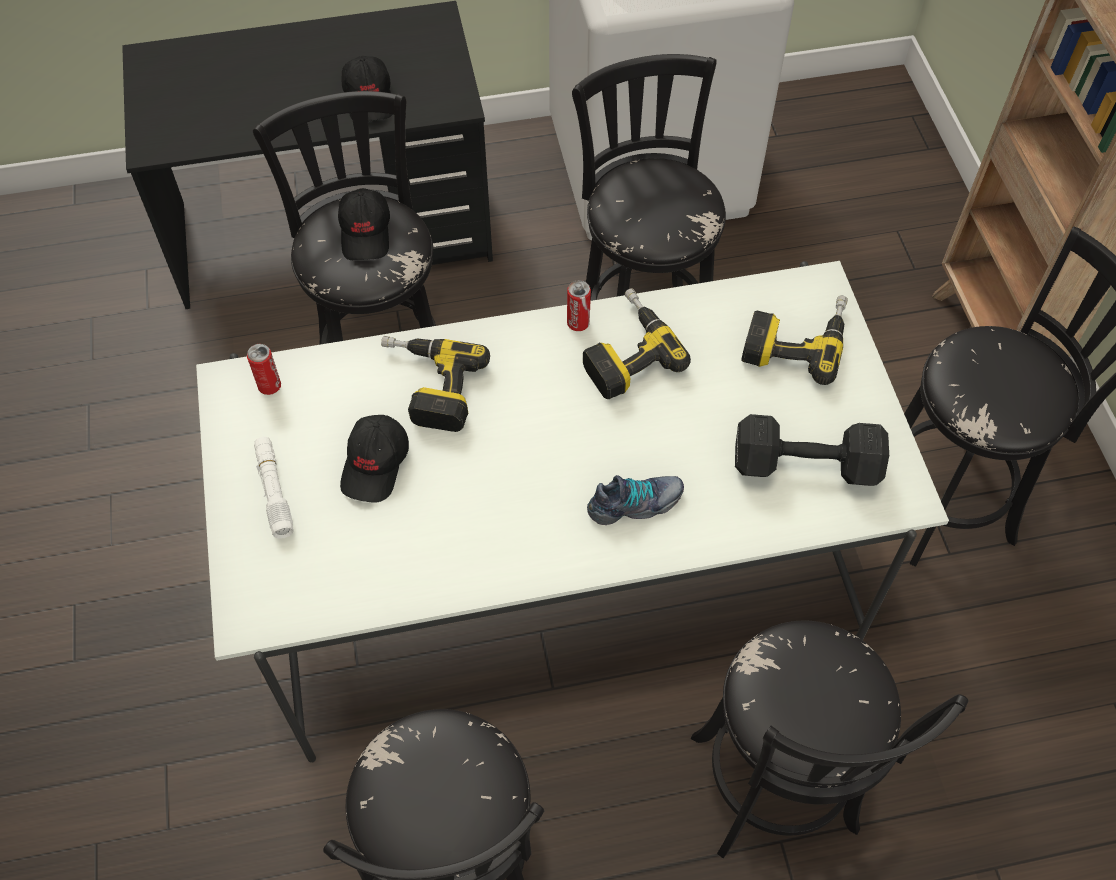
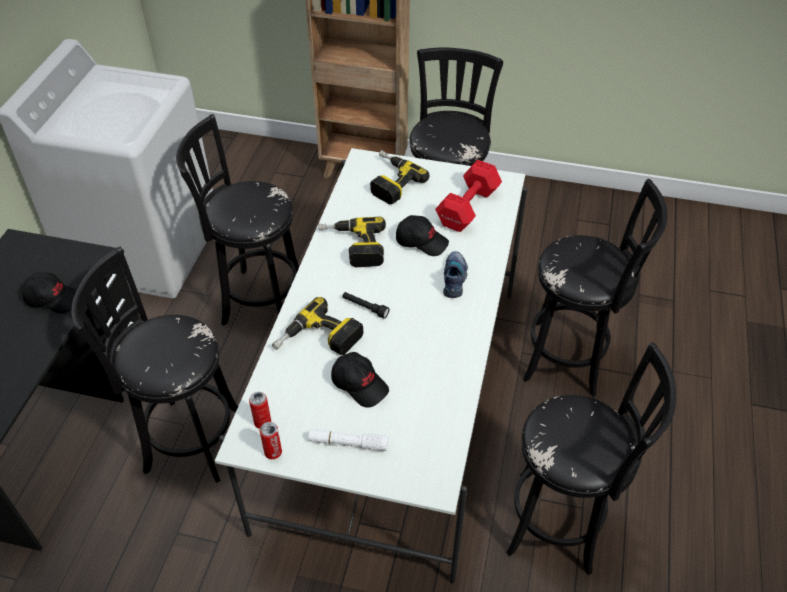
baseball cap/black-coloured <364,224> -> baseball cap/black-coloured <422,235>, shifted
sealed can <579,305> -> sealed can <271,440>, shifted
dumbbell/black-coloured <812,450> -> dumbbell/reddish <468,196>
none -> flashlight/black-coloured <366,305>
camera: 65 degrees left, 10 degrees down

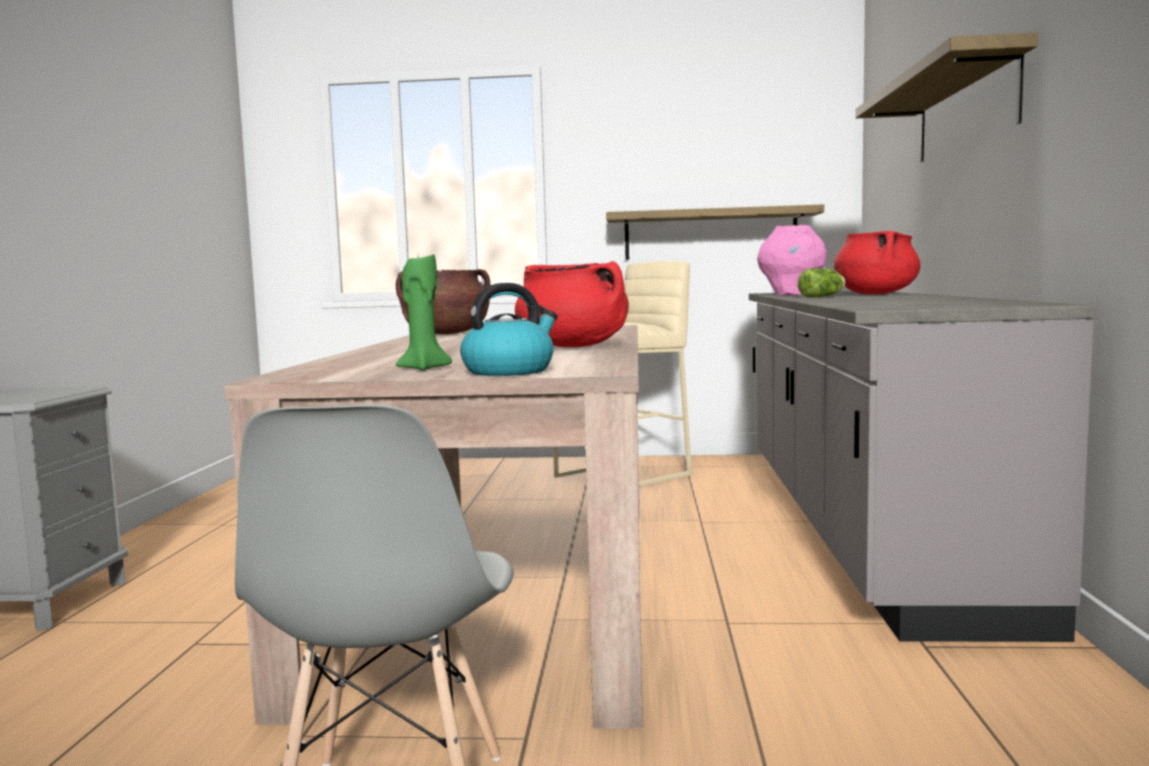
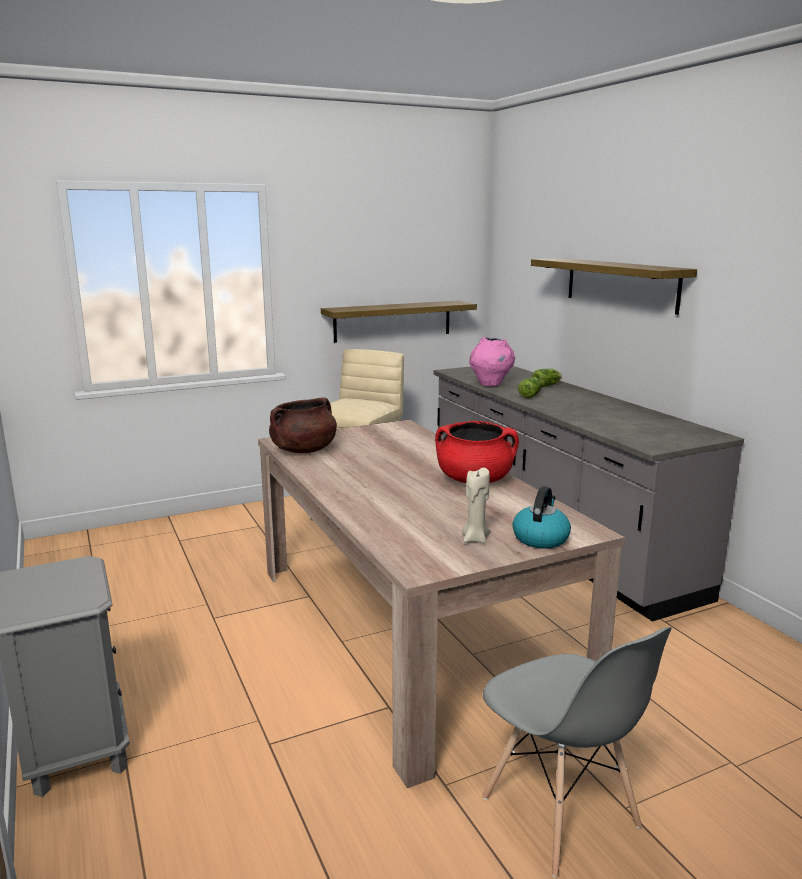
stockpot/reddish <877,262> -> head of lettuce <547,378>
candle/green <424,312> -> candle/beige <476,505>
camera: 30 degrees left, 10 degrees up

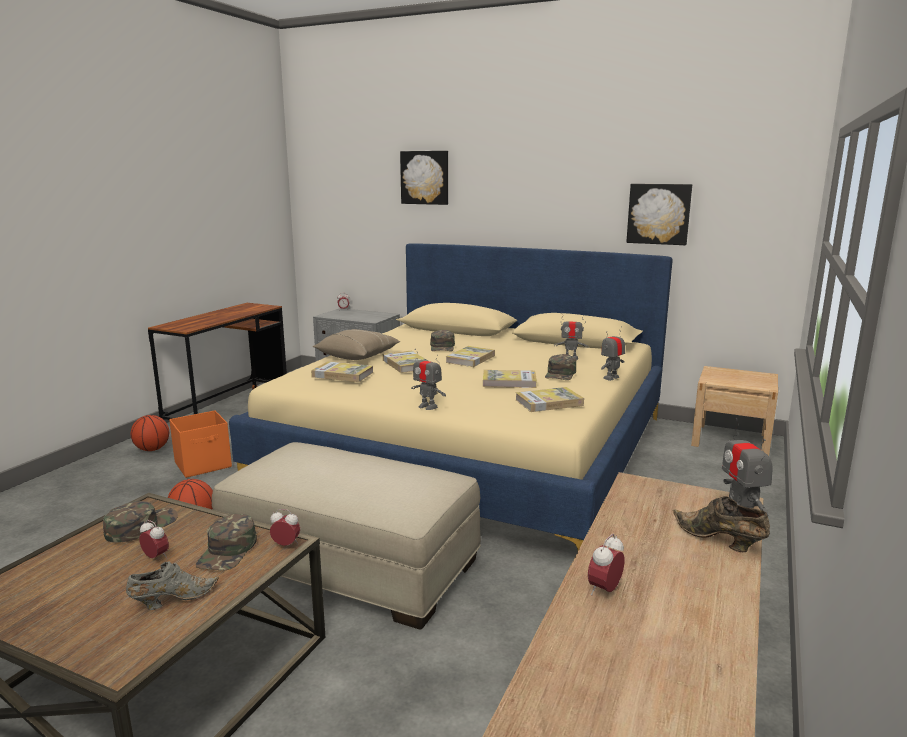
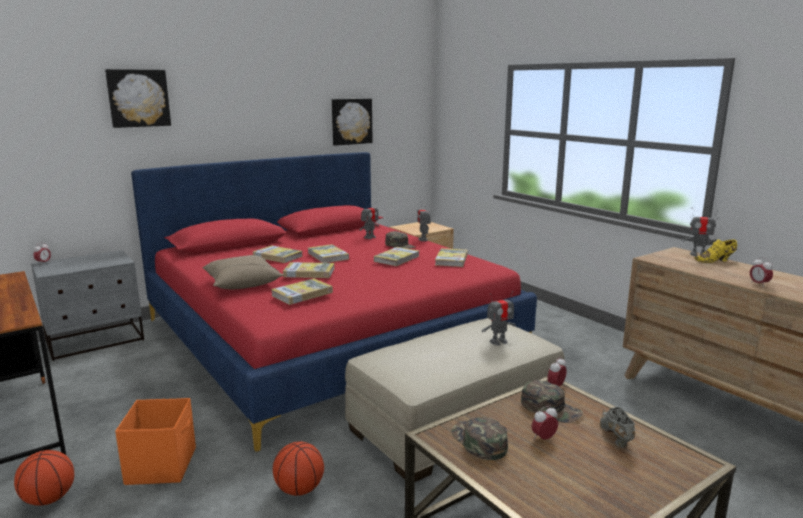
sleeping bed/beige <451,396> -> sleeping bed/reddish <334,302>
baseball cap/green <442,340> -> volume <278,254>
toy robot <428,379> -> toy robot <499,318>, shifted
item of footwear/brown <721,524> -> item of footwear/yellowish <715,251>
camera: 60 degrees left, 0 degrees up

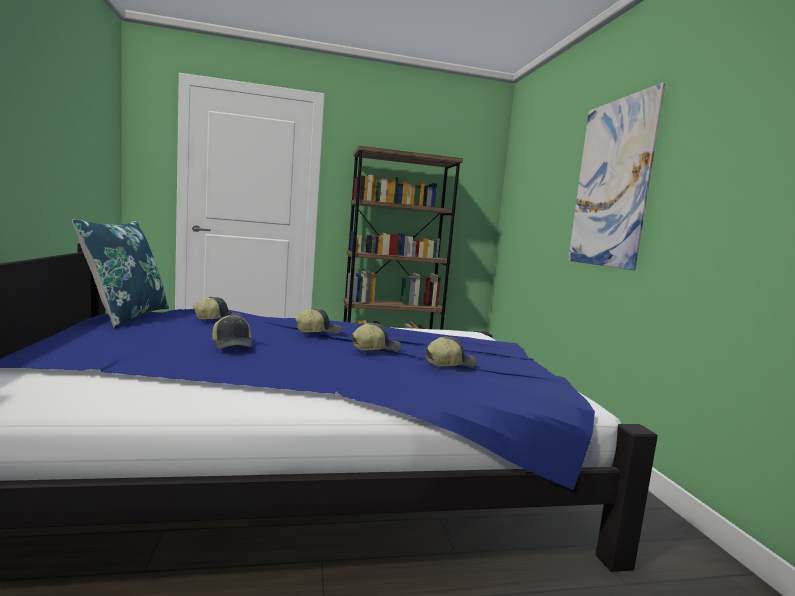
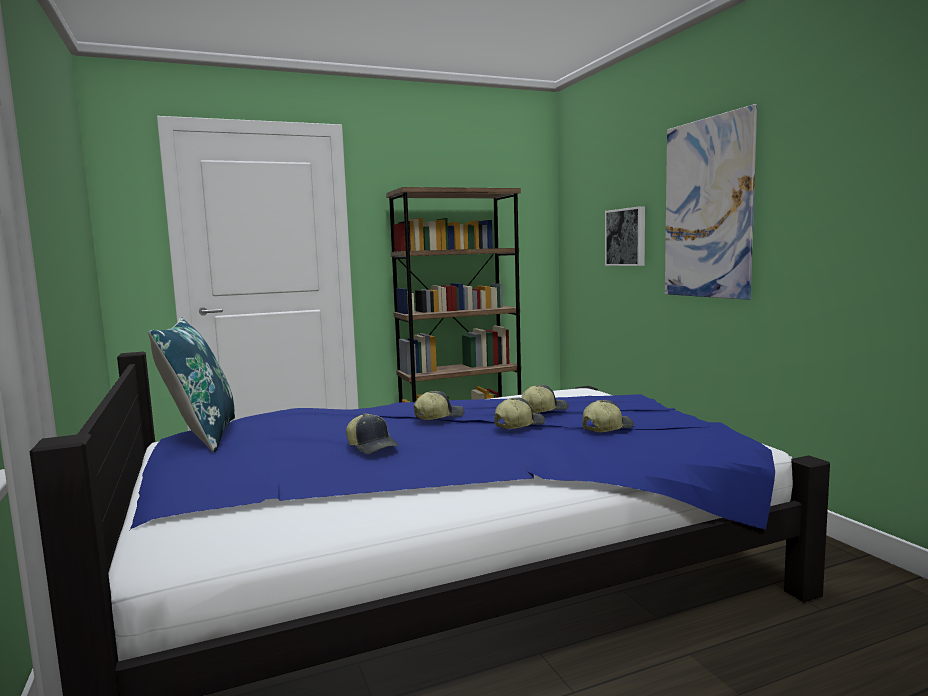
baseball cap <217,307> -> baseball cap <545,399>, shifted
none -> picture <625,236>
camera: 10 degrees left, 0 degrees up

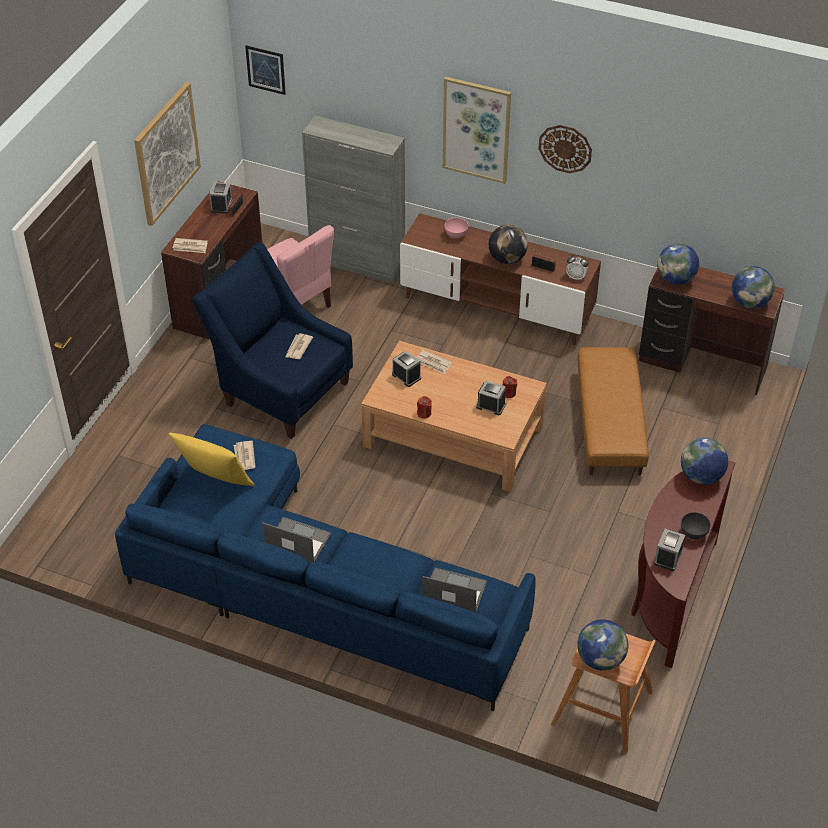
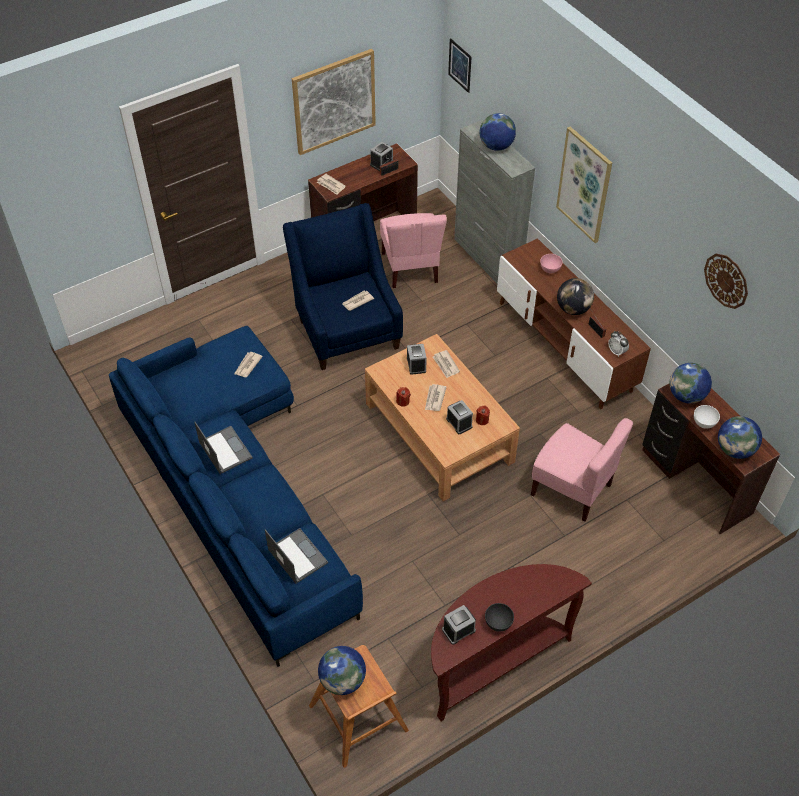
clock on the wall <565,149> -> clock on the wall <726,281>, shifted
ottoman/brown <613,411> -> chair/pink-coloured <582,470>
pillow/yellowish <211,459> -> none
desk globe <704,461> -> desk globe <498,132>, shifted
none -> daily paper <436,397>
none -> bowl/whitish <707,417>
camera: 35 degrees right, 5 degrees up

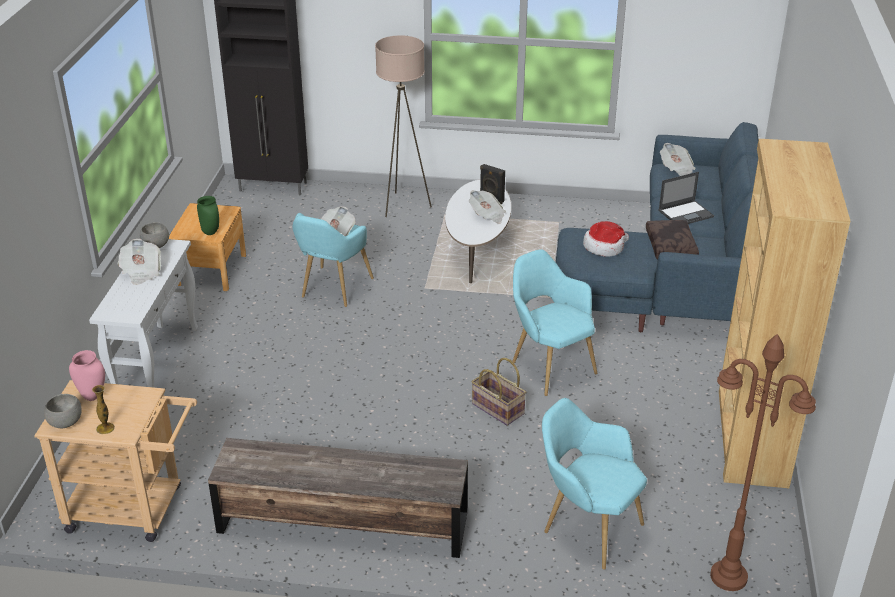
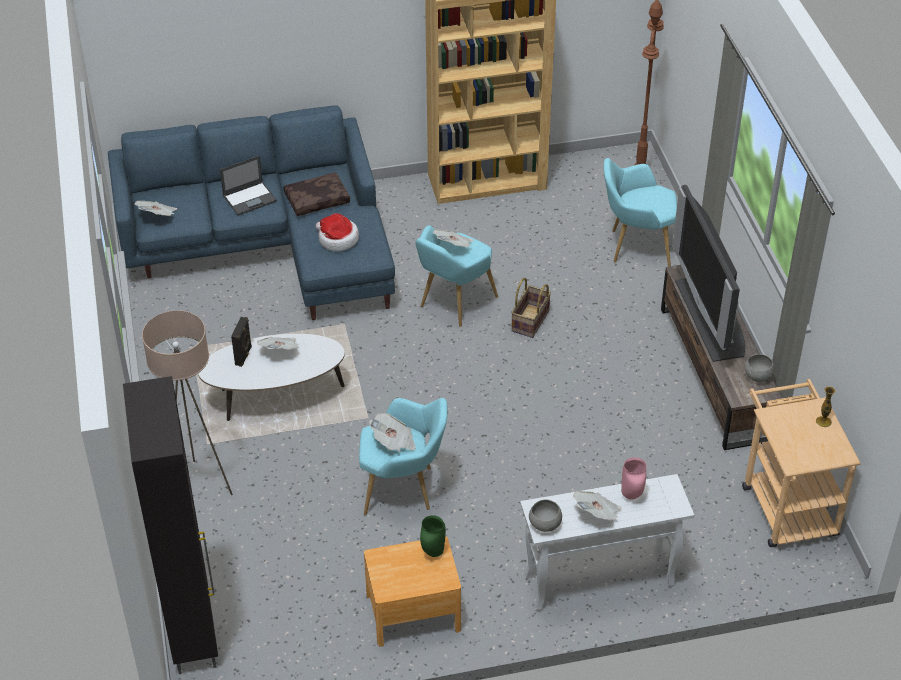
portable computer <686,198> -> portable computer <248,185>, 105 degrees clockwise
decorative vase/pink-coloured <87,375> -> decorative vase/pink-coloured <634,478>, shifted
bowl/greyish <62,411> -> bowl/greyish <760,368>, shifted
armchair/blue-green <594,484> -> armchair/blue-green <640,212>, 75 degrees clockwise
none -> TV set <708,273>
none -> daily paper <453,239>
camera: 110 degrees left, 10 degrees up

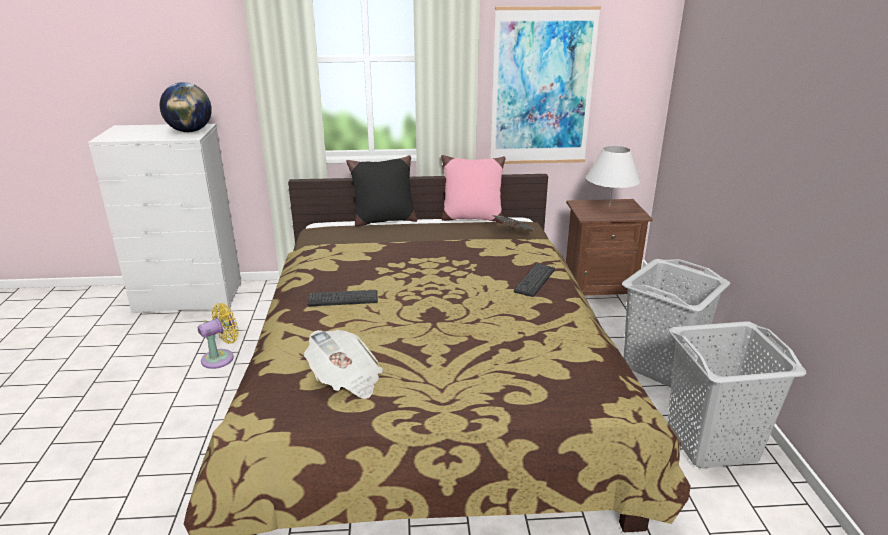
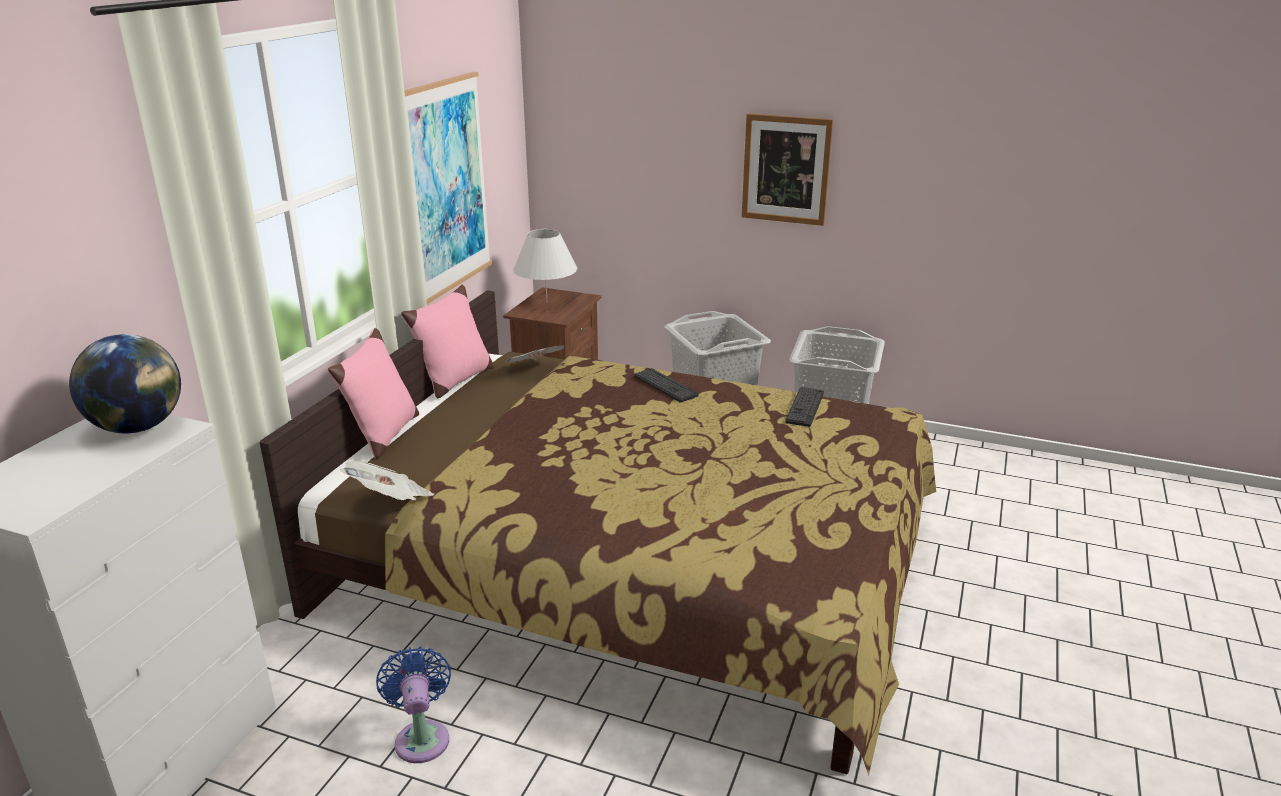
pillow/black-coloured <381,190> -> pillow/pink-coloured <373,393>
PC keyboard <342,298> -> PC keyboard <804,407>, shifted
fan/yellowish <218,336> -> fan/blue-coloured <413,704>
daily paper <343,364> -> daily paper <387,480>, shifted
none -> picture <787,169>
camera: 65 degrees left, 0 degrees up

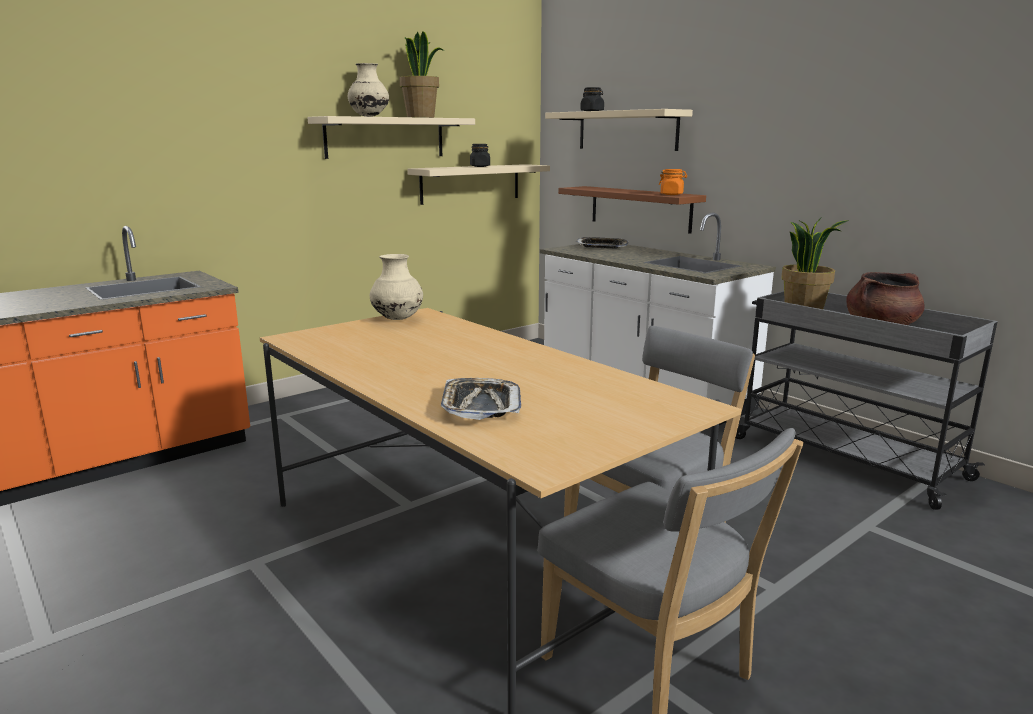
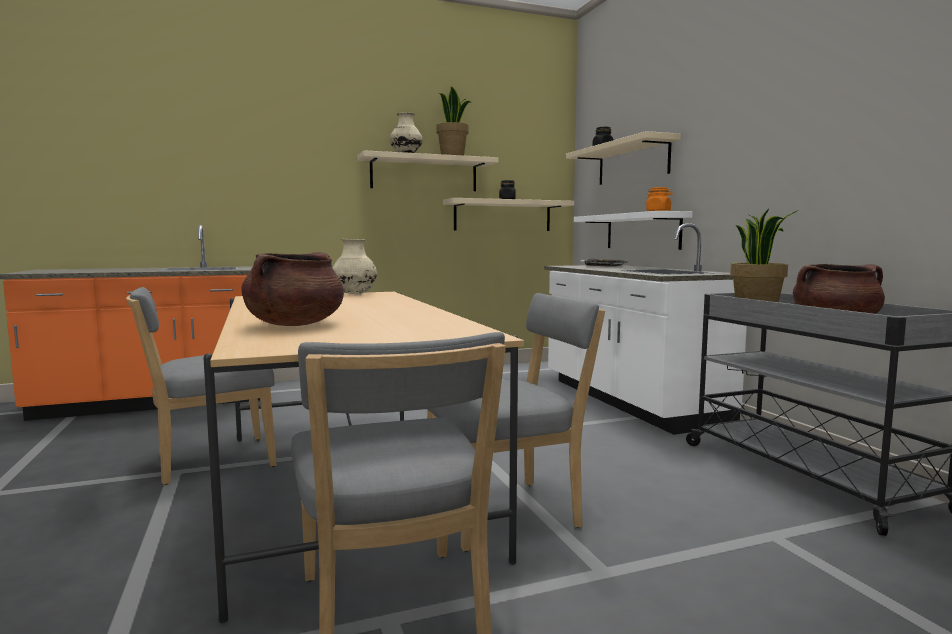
wall shelf/brown <632,210> -> wall shelf/whitish <633,230>
tray <481,399> -> stockpot/brown <292,289>
none -> chair/greyish <201,386>
camera: 20 degrees right, 10 degrees down

